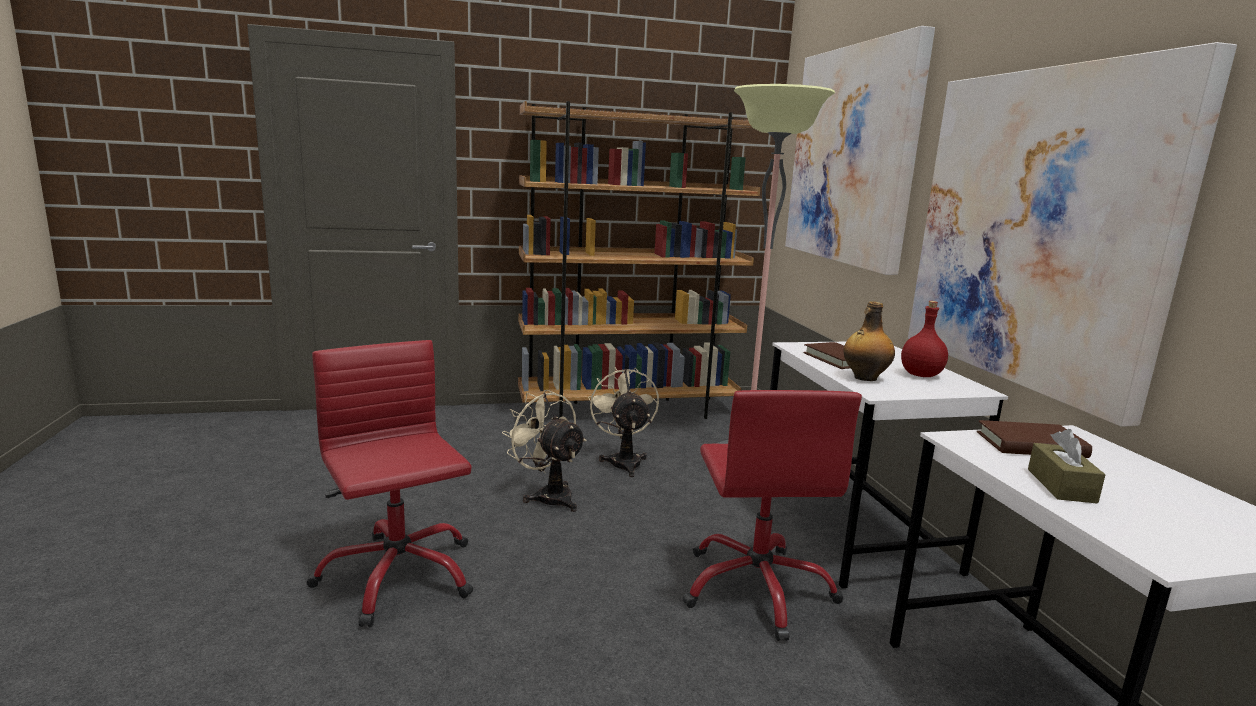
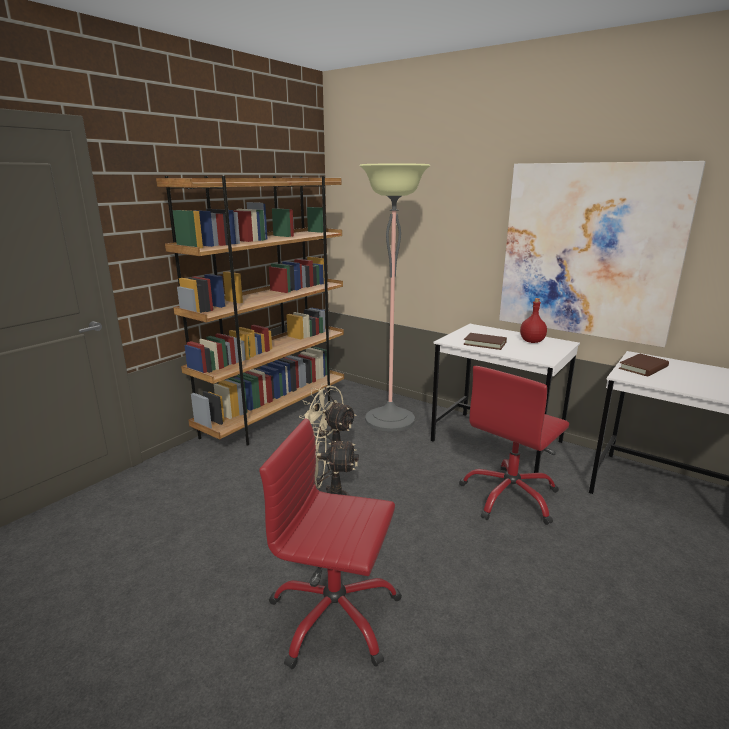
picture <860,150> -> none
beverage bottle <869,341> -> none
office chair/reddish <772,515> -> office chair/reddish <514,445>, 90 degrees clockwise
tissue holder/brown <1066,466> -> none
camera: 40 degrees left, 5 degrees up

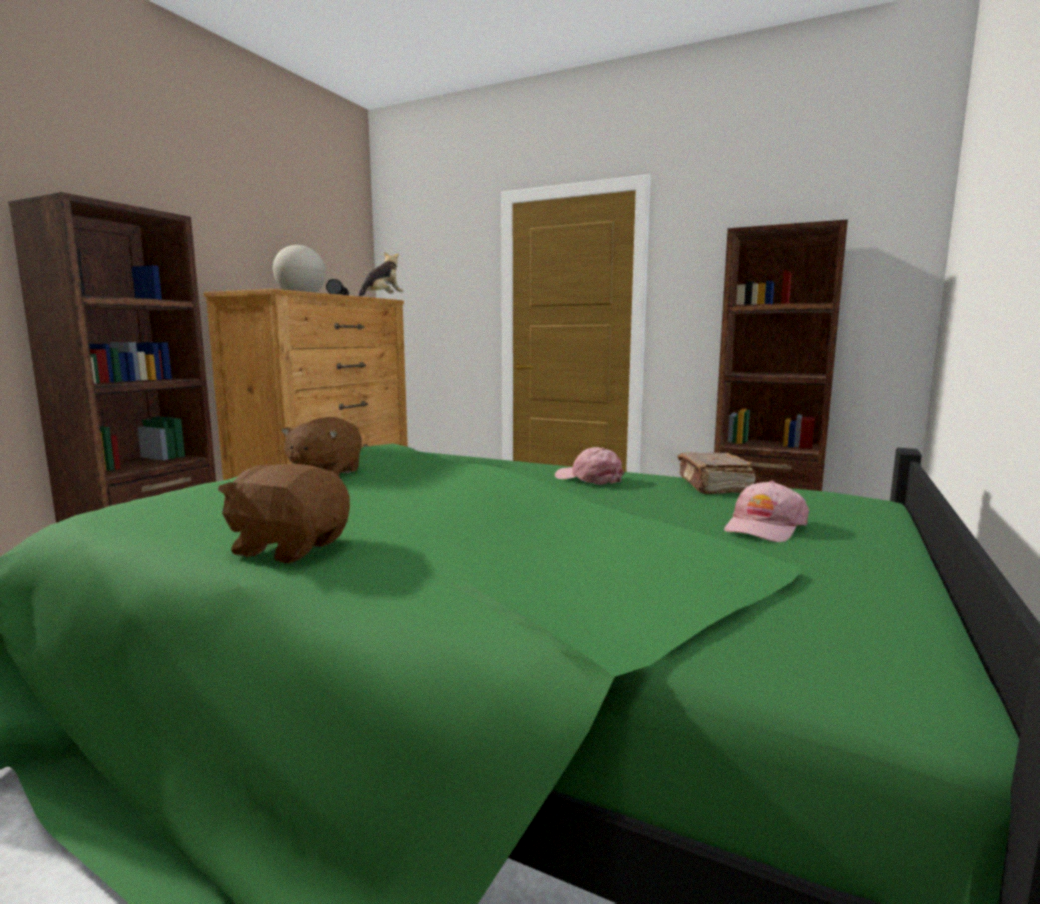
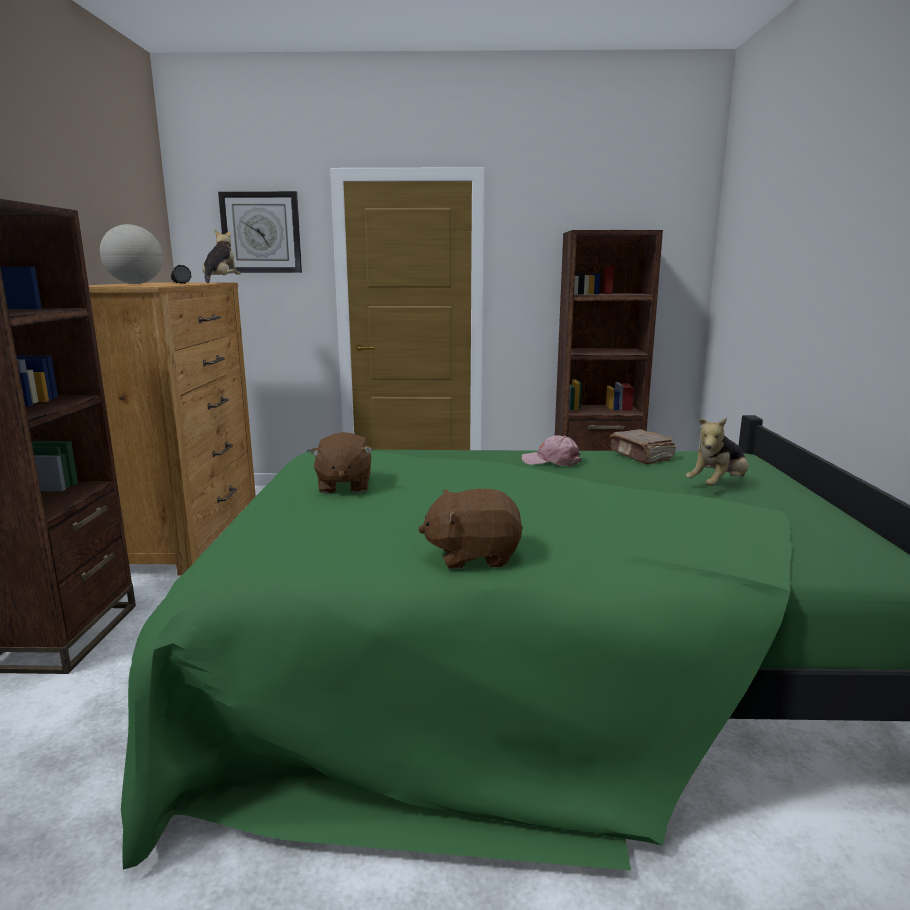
baseball cap/pink-coloured <766,511> -> soft toy <717,452>
none -> clock on the wall <260,232>
camera: 25 degrees left, 5 degrees up

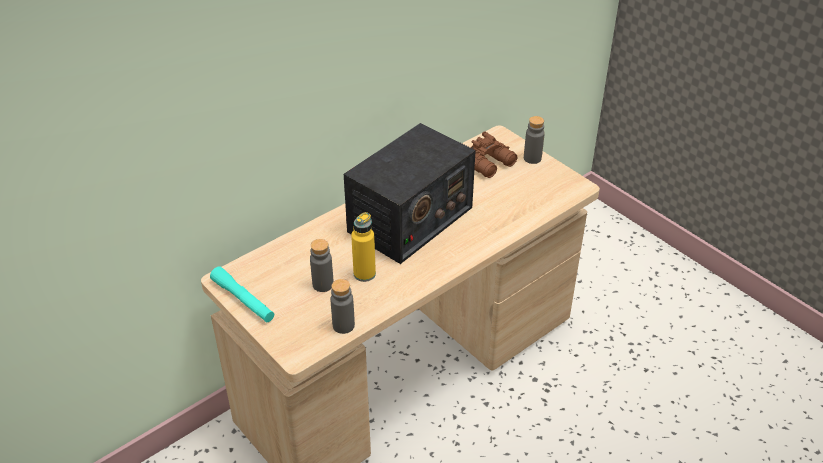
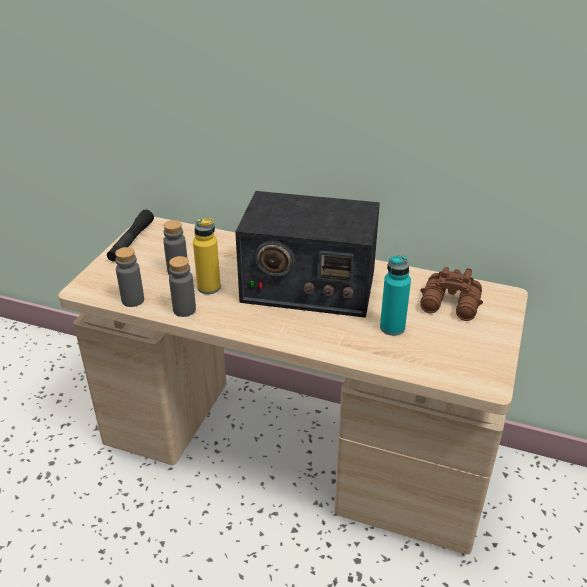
beverage bottle/greyish <534,140> -> beverage bottle/greyish <182,286>, shifted
flashlight/blue-green <242,294> -> flashlight/black-coloured <130,235>
none -> beverage bottle/blue-green <395,295>
camera: 60 degrees right, 5 degrees down

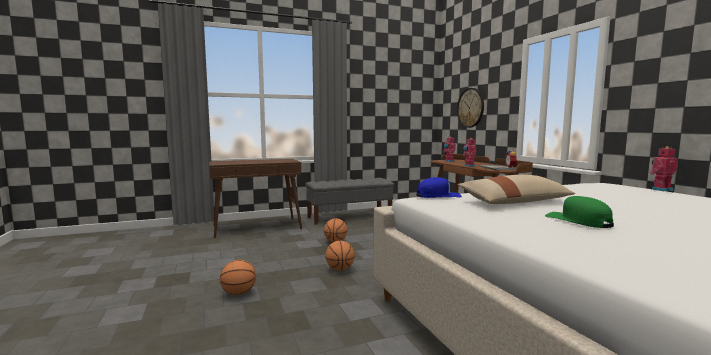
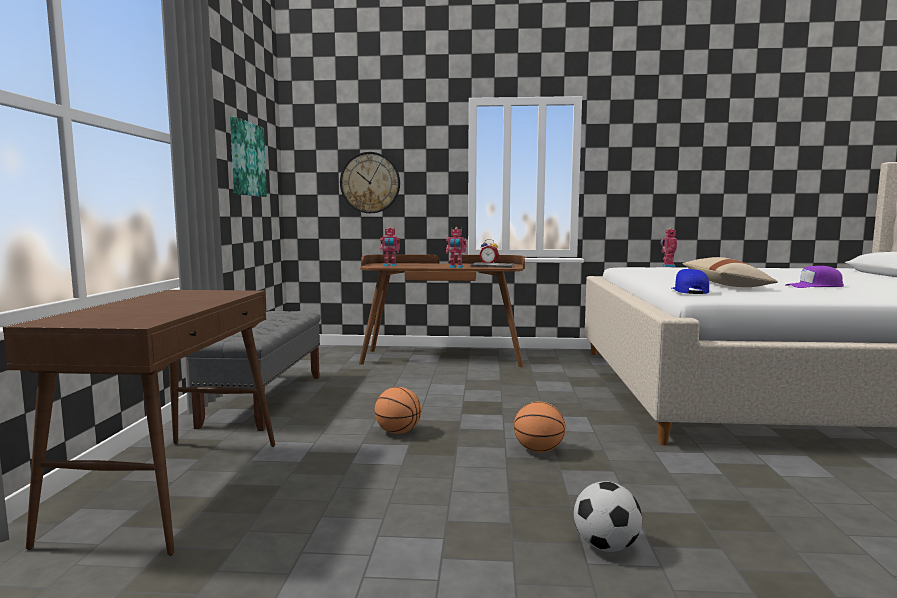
baseball cap/green <579,212> -> baseball cap/purple-coloured <814,277>
ball for basketball <238,277> -> ball for football <608,516>
none -> picture <248,157>
camera: 65 degrees left, 0 degrees up

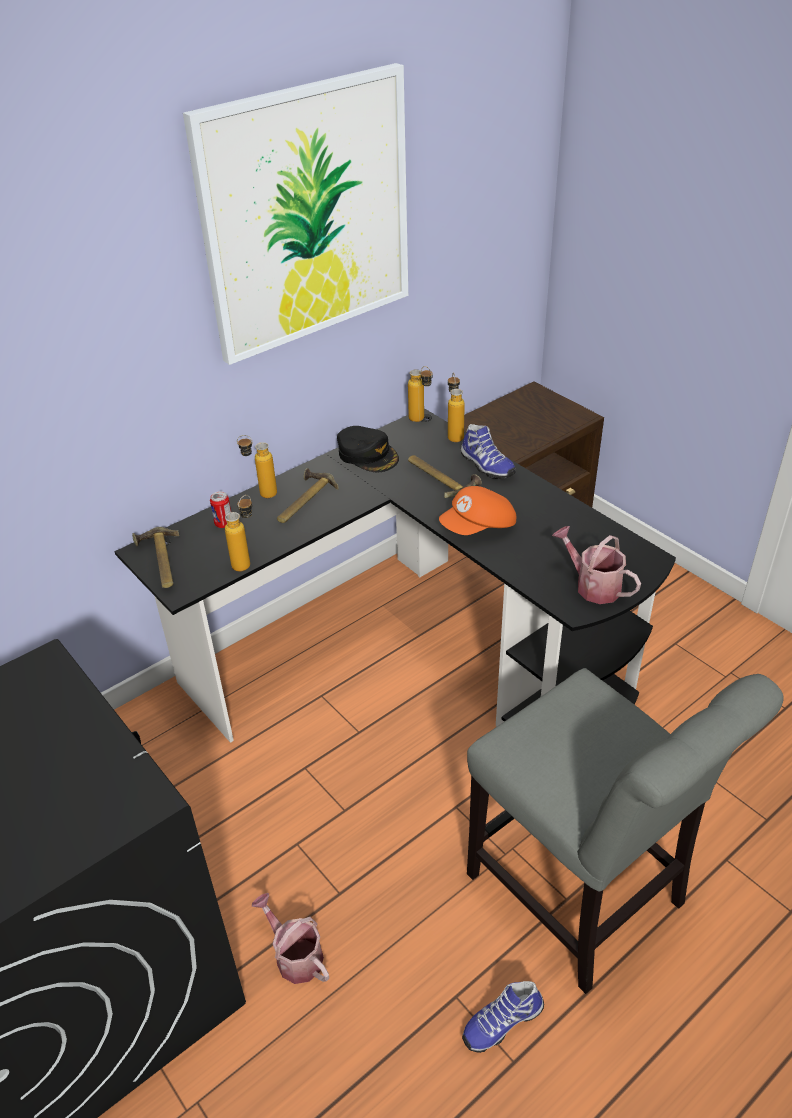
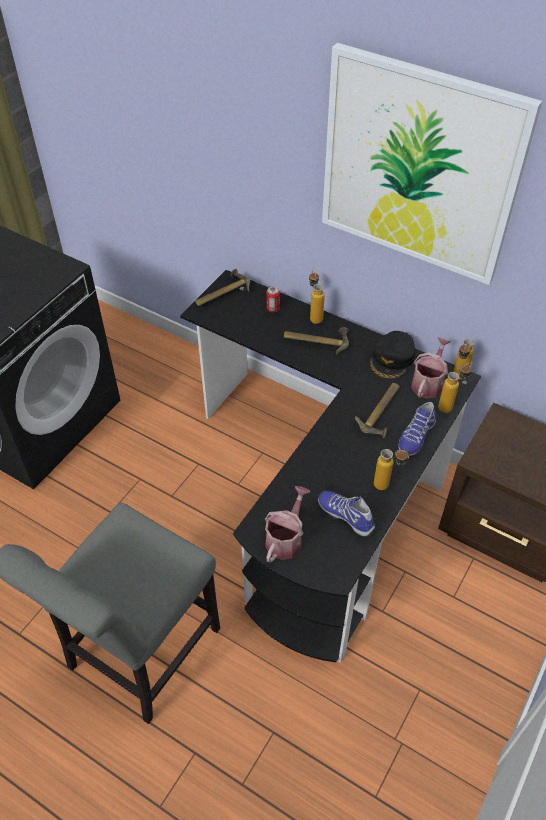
baseball cap/orangey <477,510> -> none
beverage bottle <238,533> -> beverage bottle <391,469>, shifted
watering can <290,938> -> watering can <431,367>, shifted
item of footwear <503,1017> -> item of footwear <346,514>, shifted
camera: 70 degrees right, 10 degrees up

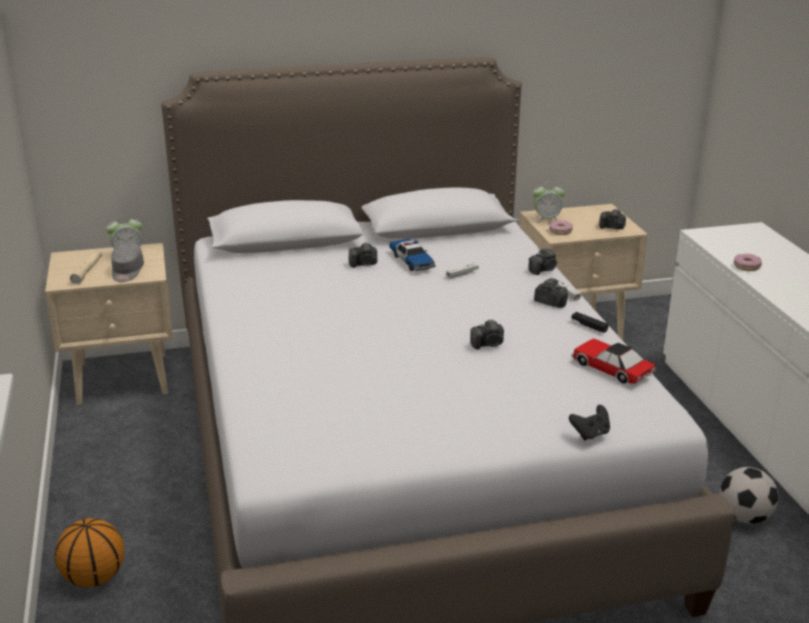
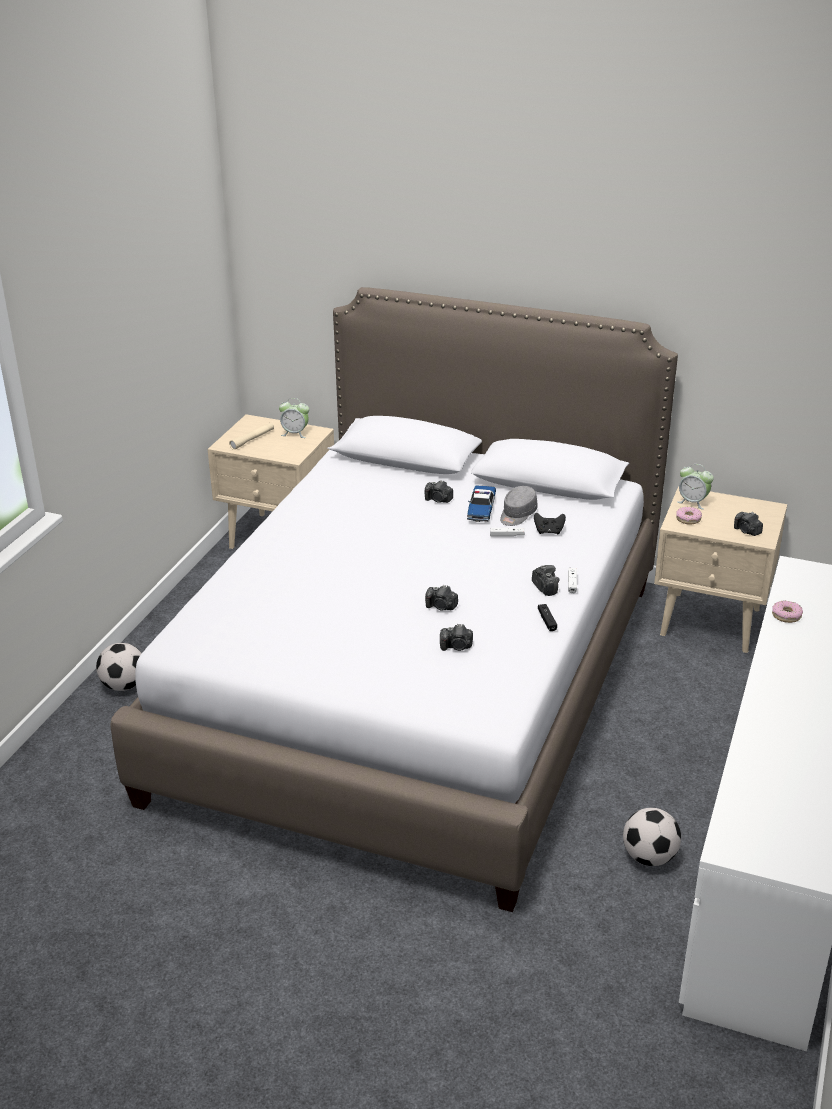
baseball cap/greyish <127,262> -> baseball cap/greyish <518,506>, shifted
still camera <543,261> -> still camera <456,637>, shifted
model car <614,361> -> none
gamepad/black-coloured <589,423> -> gamepad/black-coloured <550,524>, shifted
ball for basketball <89,552> -> ball for football <119,667>
camera: 35 degrees right, 5 degrees up

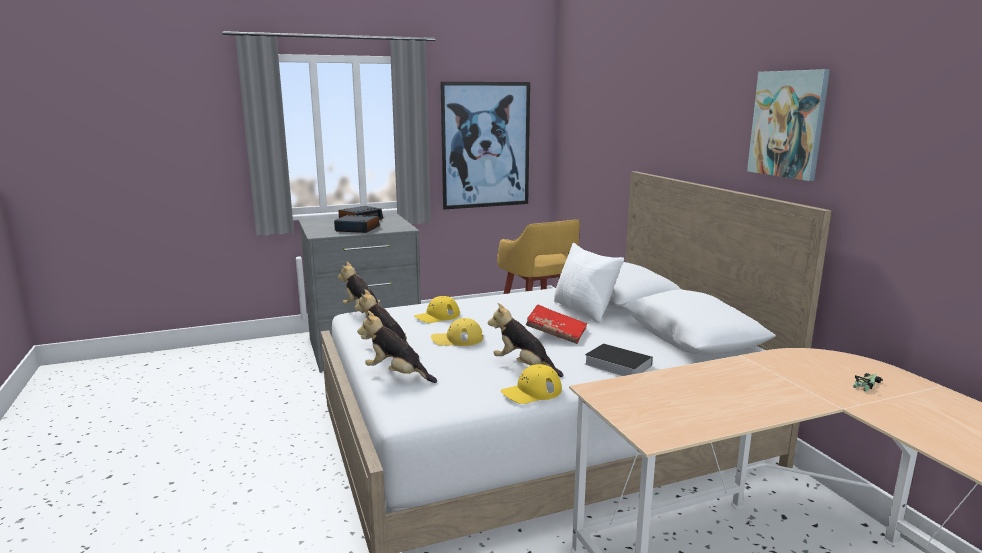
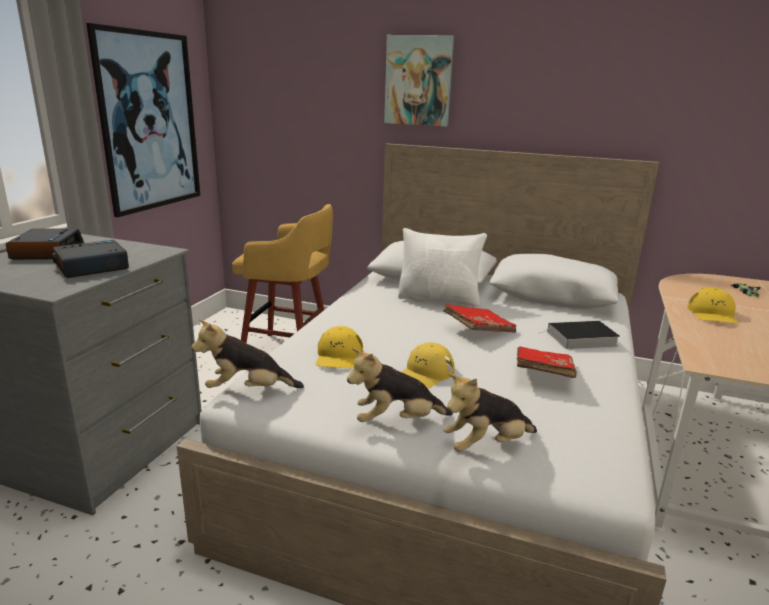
picture <788,125> -> picture <419,81>, shifted
soft toy <526,340> -> volume/reddish <547,362>
baseball cap/yellowish <531,384> -> baseball cap/yellowish <713,306>, shifted
camera: 50 degrees left, 5 degrees up

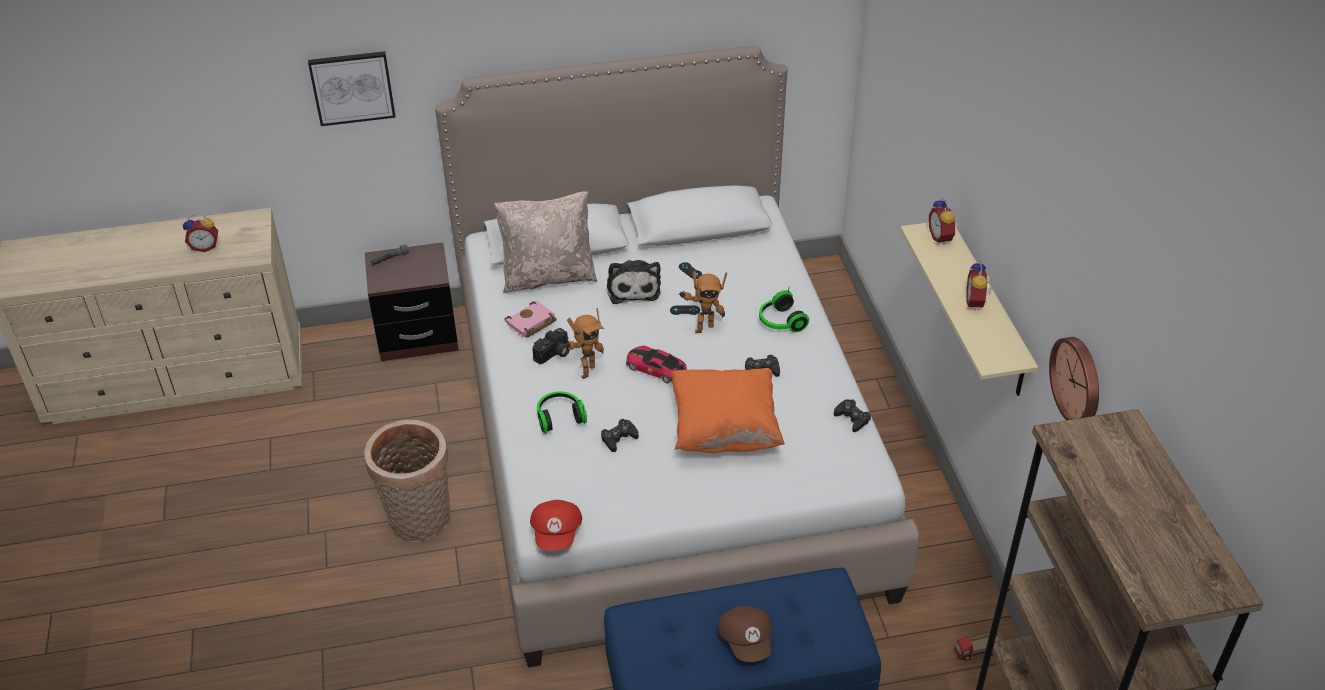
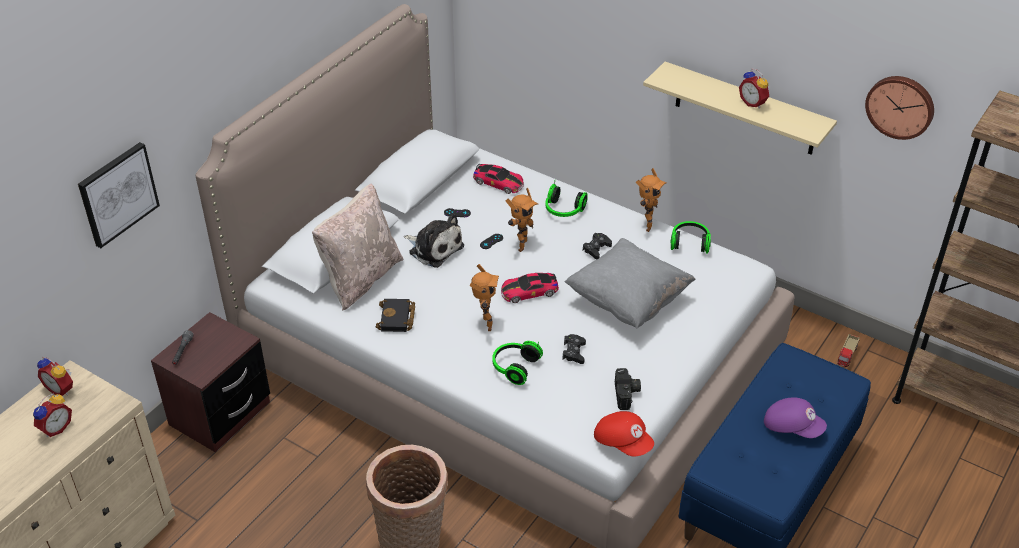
alarm clock <943,221> -> alarm clock <55,376>, shifted
volume/pink-coloured <531,319> -> volume/black-coloured <395,315>
still camera <551,346> -> still camera <628,389>, shifted
pillow/orangey <728,410> -> pillow/greyish <629,283>
gamepad/black-coloured <852,415> -> headset <690,237>
baseball cap/brown <745,634> -> baseball cap/purple-coloured <795,417>
none -> model car <498,179>
none -> toy robot <651,200>
camera: 45 degrees left, 0 degrees up

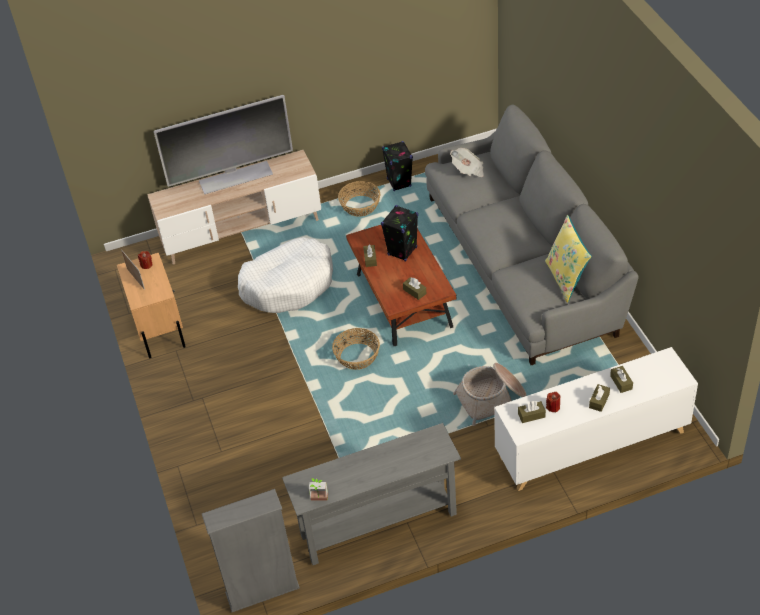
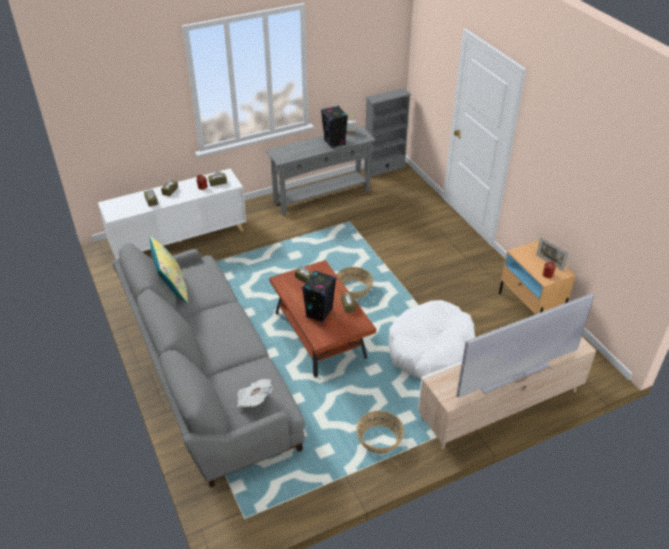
speaker/black-coloured <397,166> -> speaker/black-coloured <334,127>, shifted
storage basket <490,394> -> none
camera: 170 degrees right, 5 degrees down

